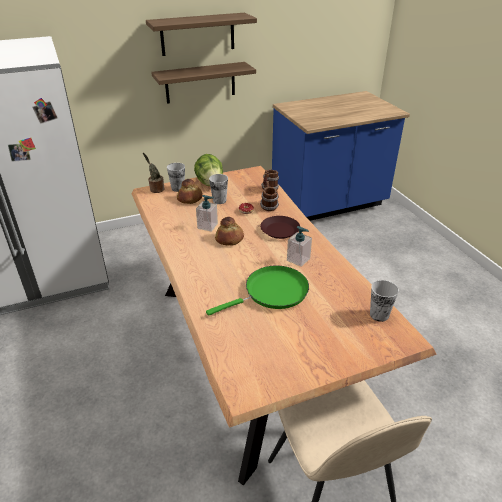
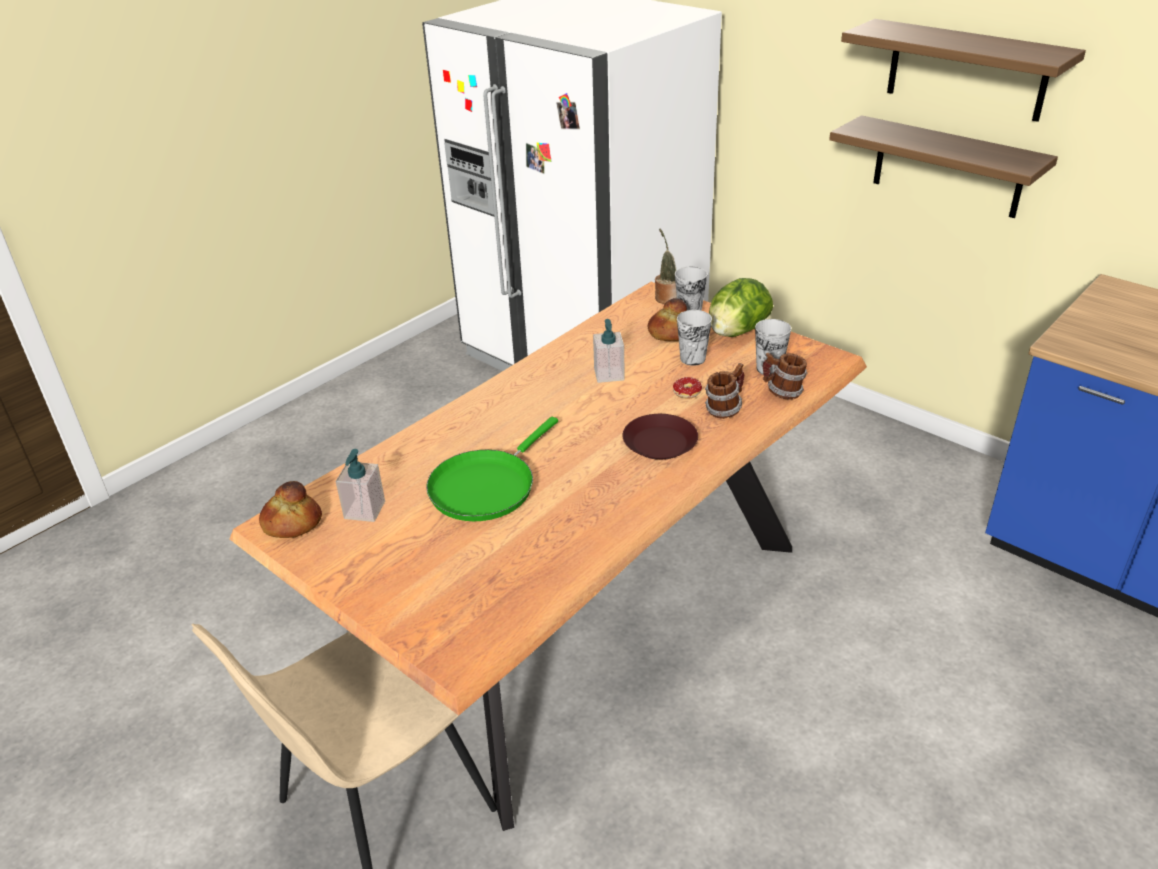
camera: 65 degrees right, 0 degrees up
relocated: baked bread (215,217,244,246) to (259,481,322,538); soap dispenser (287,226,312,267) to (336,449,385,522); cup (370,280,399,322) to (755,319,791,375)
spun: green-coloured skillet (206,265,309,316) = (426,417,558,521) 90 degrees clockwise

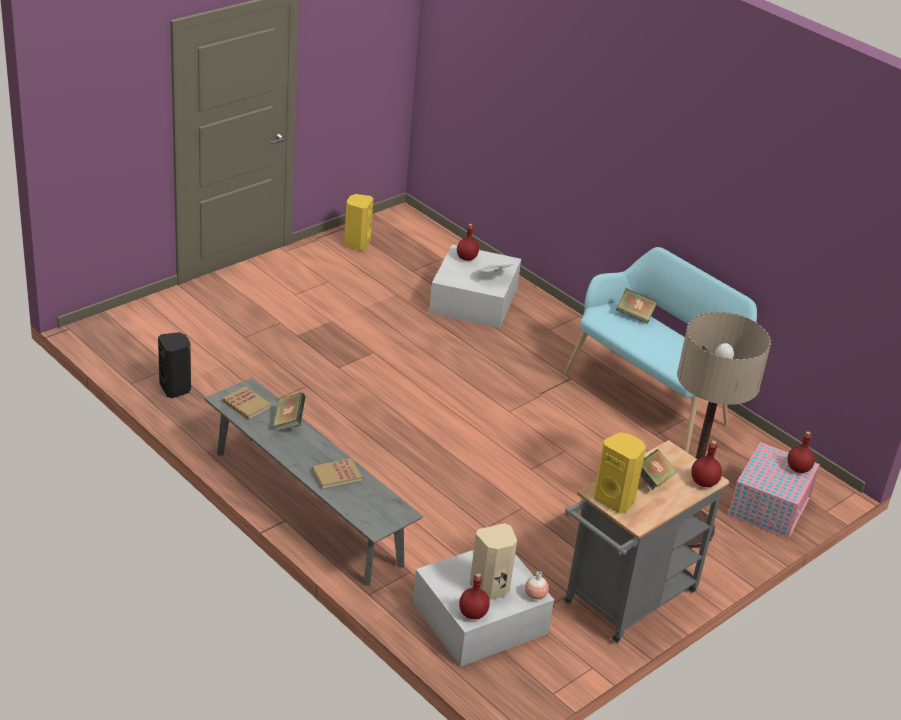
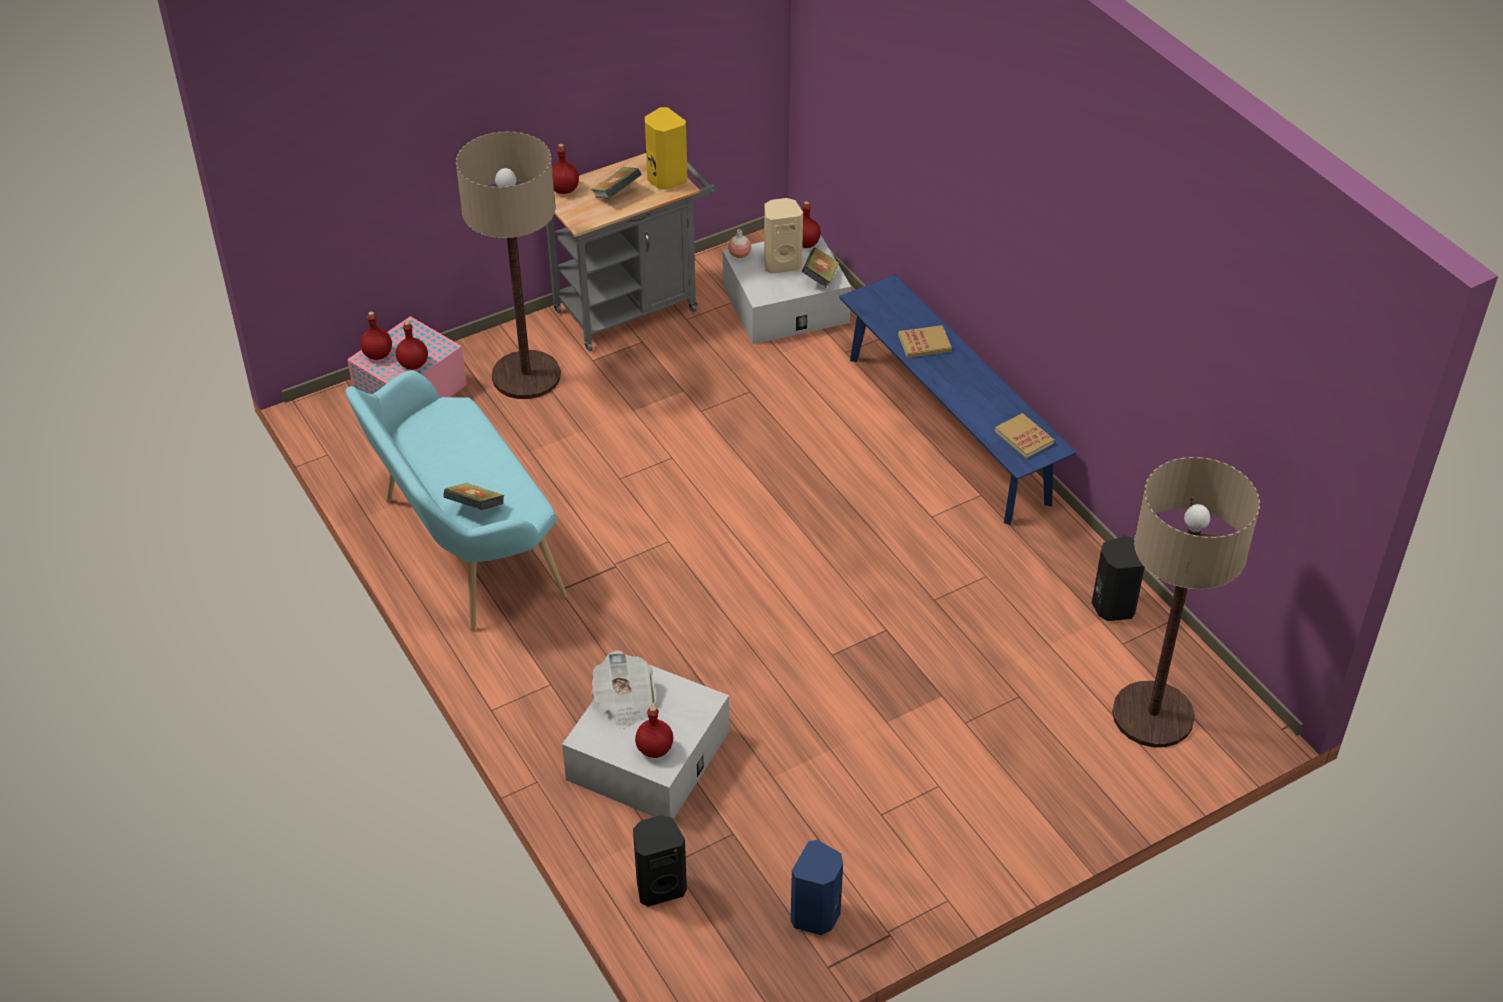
camera: 165 degrees left, 10 degrees up
appeared: reddish beverage bottle (396,321,428,370); blackish loudspeaker (633,815,687,907); standing lamp (1112,457,1260,747)
relocated: volume (273,393,305,432) to (802,247,839,288)
colour: grey long seat (205,378,423,586) to blue long seat (839,275,1076,525); yellow-coloured loudspeaker (344,194,374,251) to blue loudspeaker (791,840,843,935)

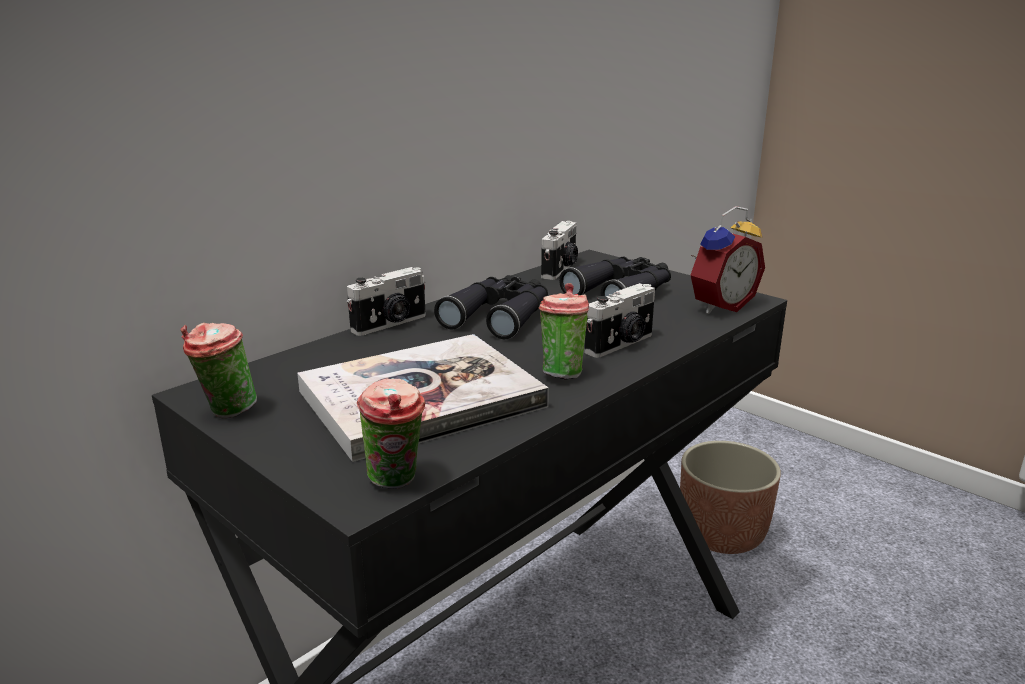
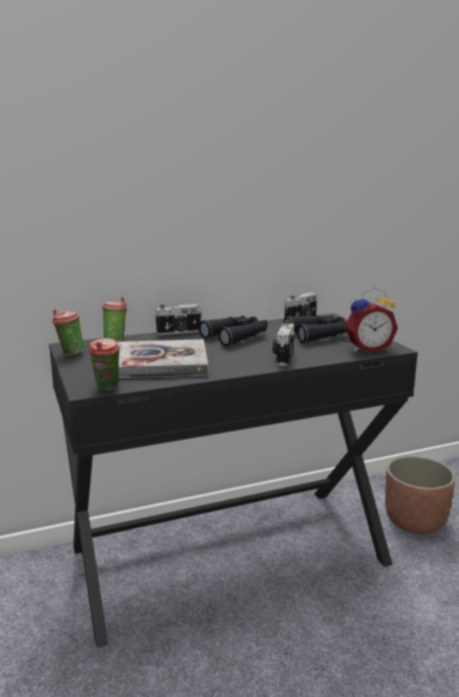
camera: 25 degrees right, 5 degrees down
relocated: cup (539,283,589,380) to (102,297,127,342)
spun: still camera (585,283,655,358) = (272,320,295,366) 120 degrees clockwise

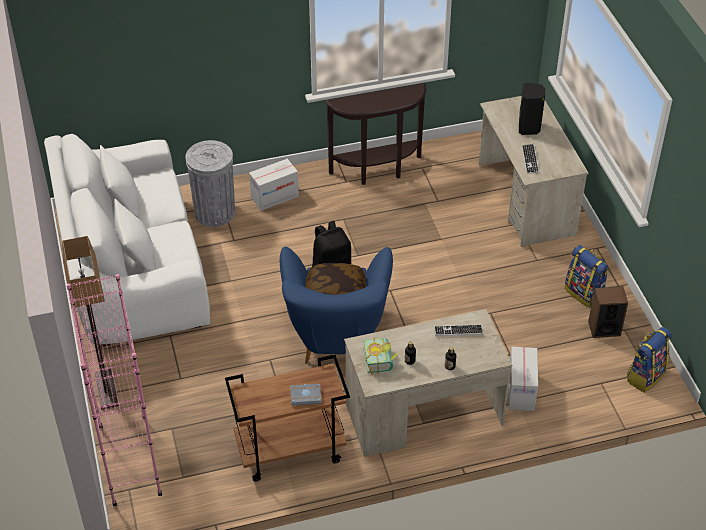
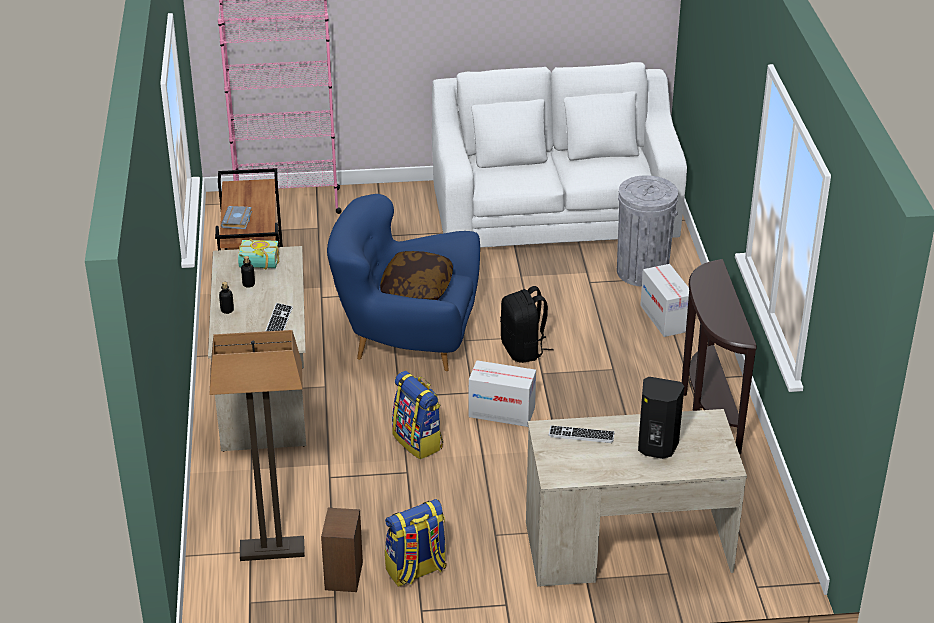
camera: 100 degrees right, 10 degrees down
relocated: standing lamp (62,236,119,410) to (209,330,305,561); cardboard box (508,347,538,411) to (469,360,536,427); backpack (627,327,672,393) to (392,371,443,459)

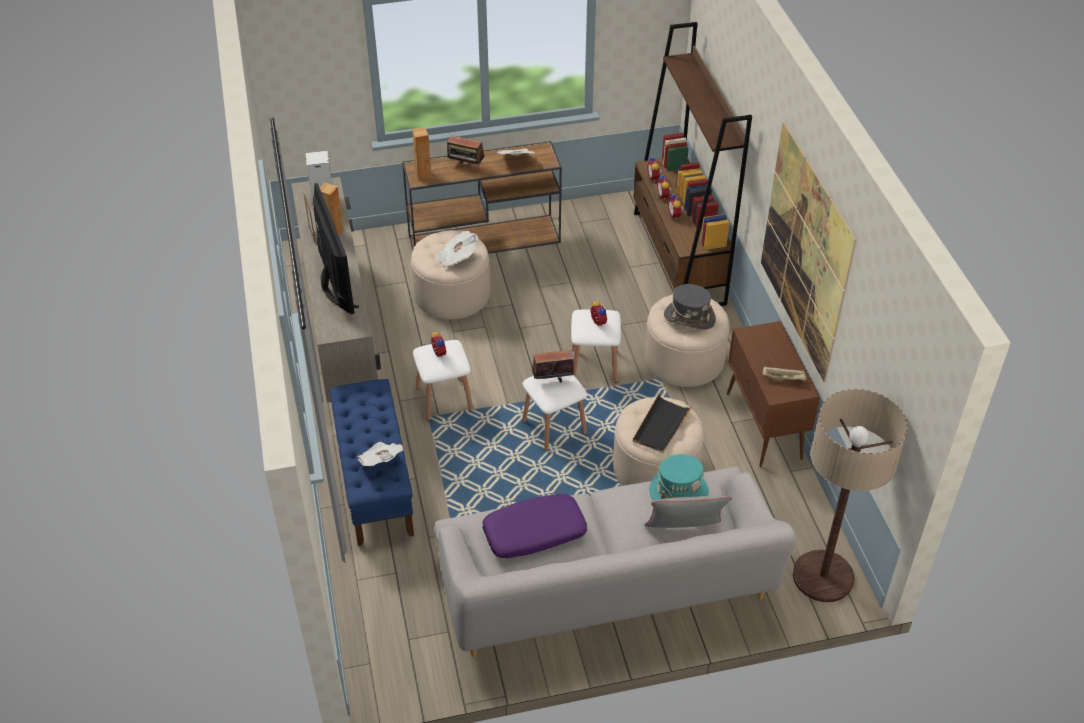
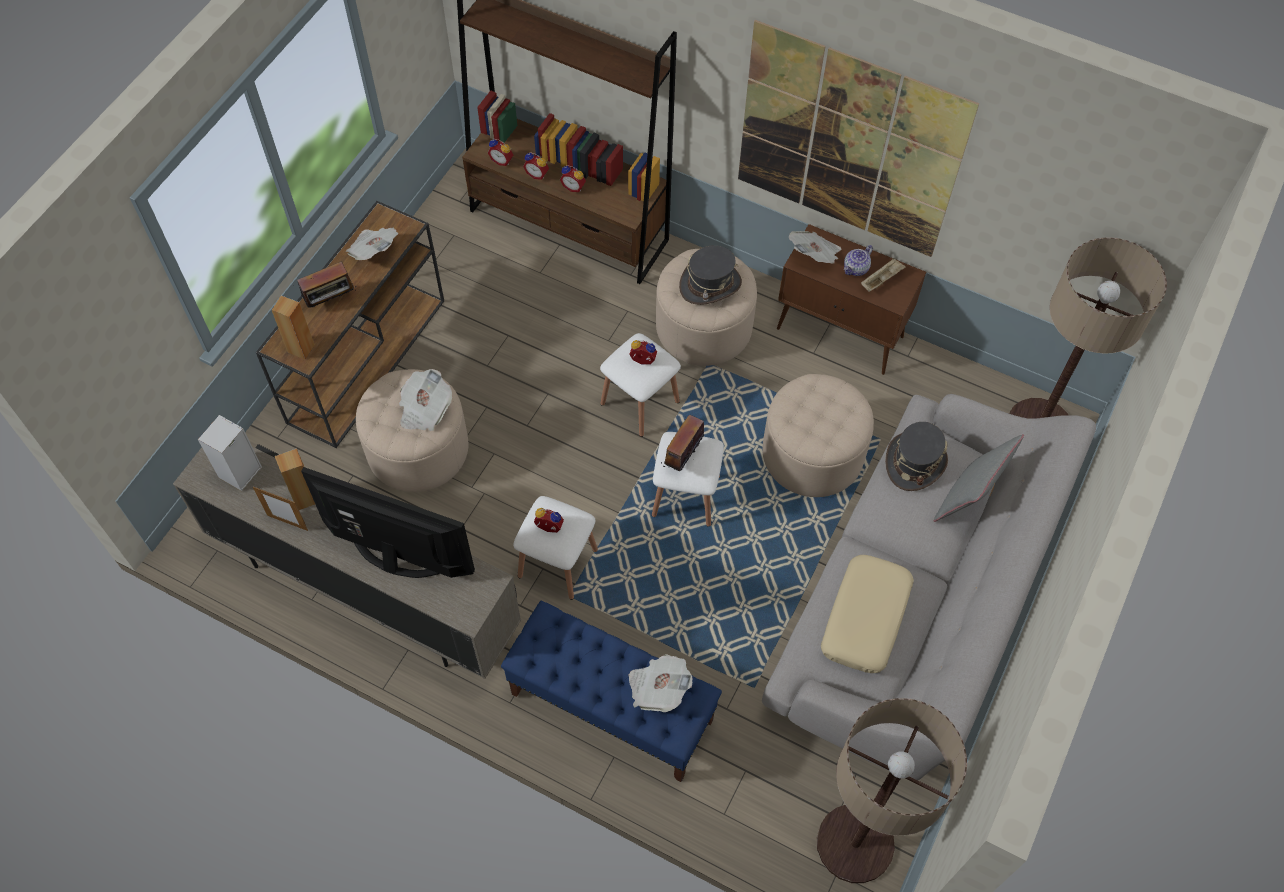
camera: 50 degrees left, 15 degrees up
missing: blackish carrying tray (633,394,693,454)
appeared: newspaper (789,231,842,264); standing lamp (817,698,967,883); pot for tea (844,245,873,276)
colour: purplish throw pillow (482,494,587,558) to beige throw pillow (821,555,914,673); turquoise-coloured clothing hat (649,454,709,501) to grey clothing hat (885,422,948,491)

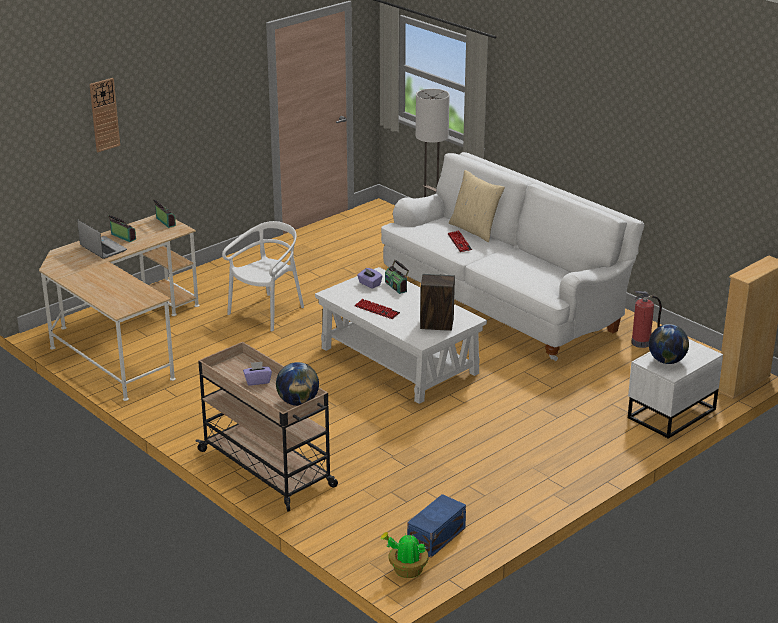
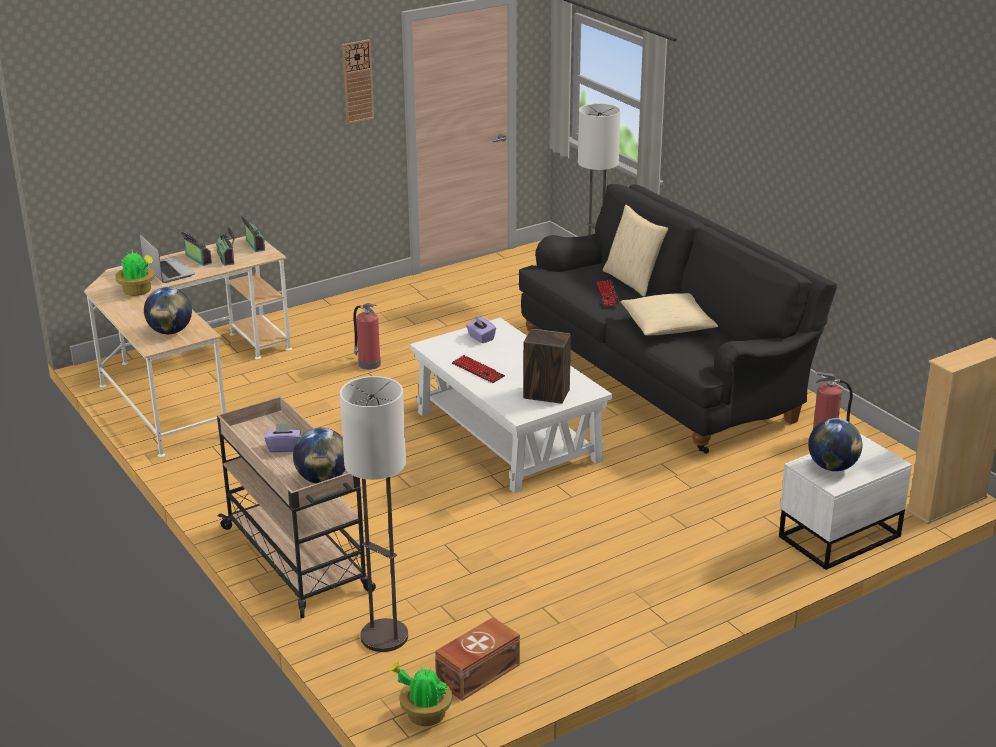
camera: 10 degrees right, 0 degrees up
appeared: plant in a pot (115,250,155,296); world globe (144,287,192,334); standing lamp (340,376,408,652); beige throw pillow (620,293,718,336)
relocated: wall clock (90,78,120,152) to (342,39,374,124); radio receiver (385,260,409,294) to (216,226,235,266)
exchanged: white-coloured plain chair (222,221,304,331) to extinguisher (353,303,381,370)
colour: white-coloured couch (381,152,644,361) to blackish couch (519,184,837,454); blue storage container (407,494,466,558) to brown storage container (435,617,520,701)

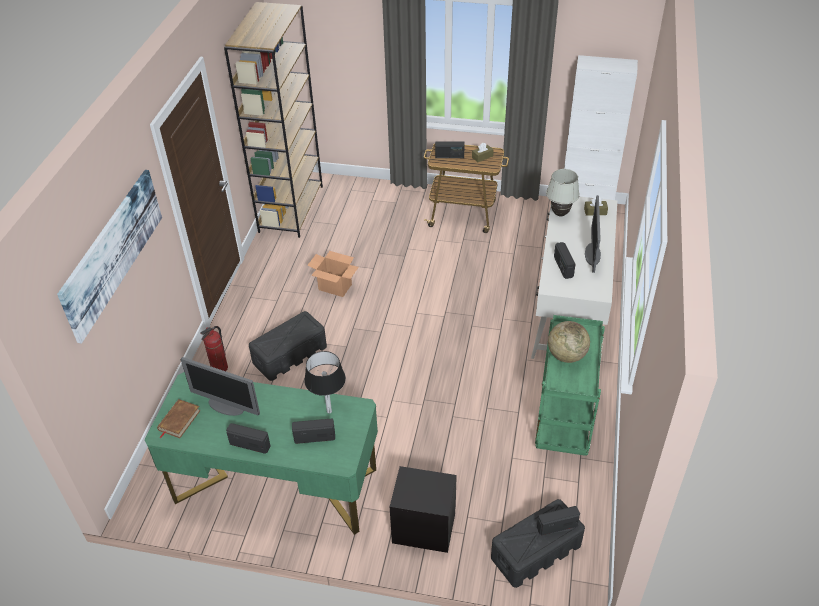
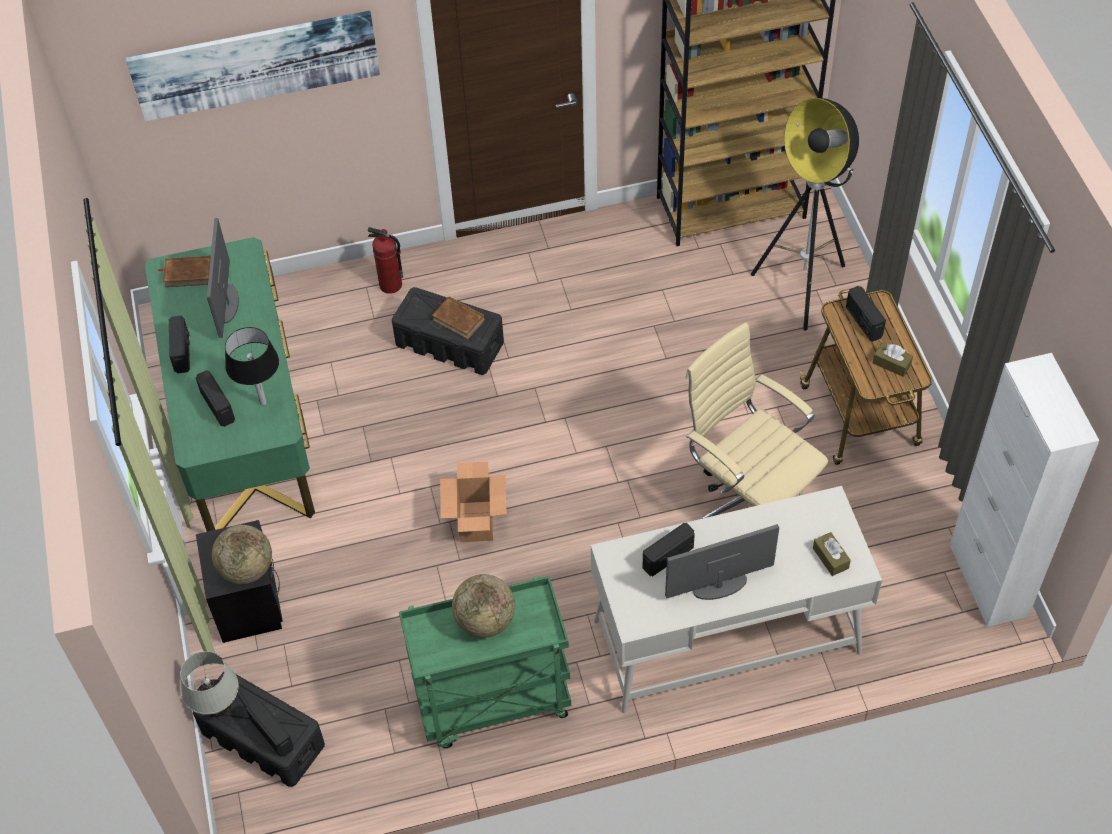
camera: 65 degrees right, 10 degrees up
appeared: world globe (212,525,272,584); brown volume (431,297,486,340); beige office chair (685,322,828,519); standing lamp (751,98,859,331)
relocated: cardboard box (307,251,359,297) to (440,462,507,542); white-coloured lamp for a table (546,169,580,216) to (180,651,239,717)

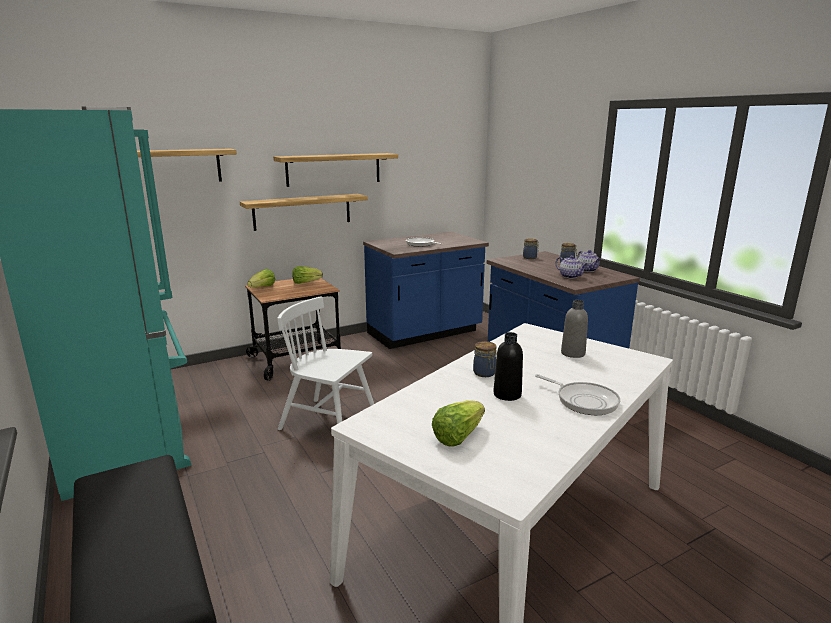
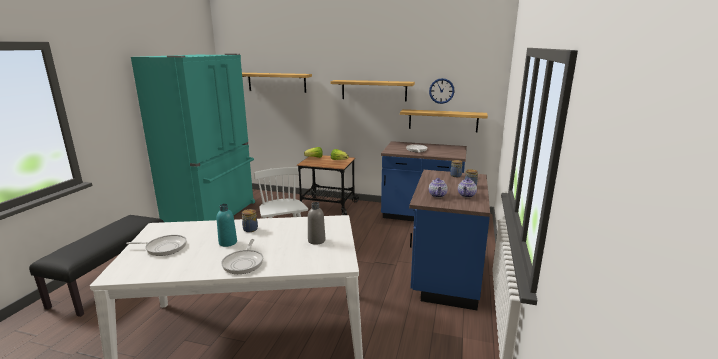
camera: 45 degrees right, 0 degrees up
appeared: wall clock (429,78,455,104)
relocated: shelf (240,194,368,231) to (400,109,488,132)
exchanged: lettuce (432,400,485,446) to skillet (126,235,187,256)
colour: blackish beverage bottle (493,332,523,401) to turquoise-coloured beverage bottle (217,204,237,247)

